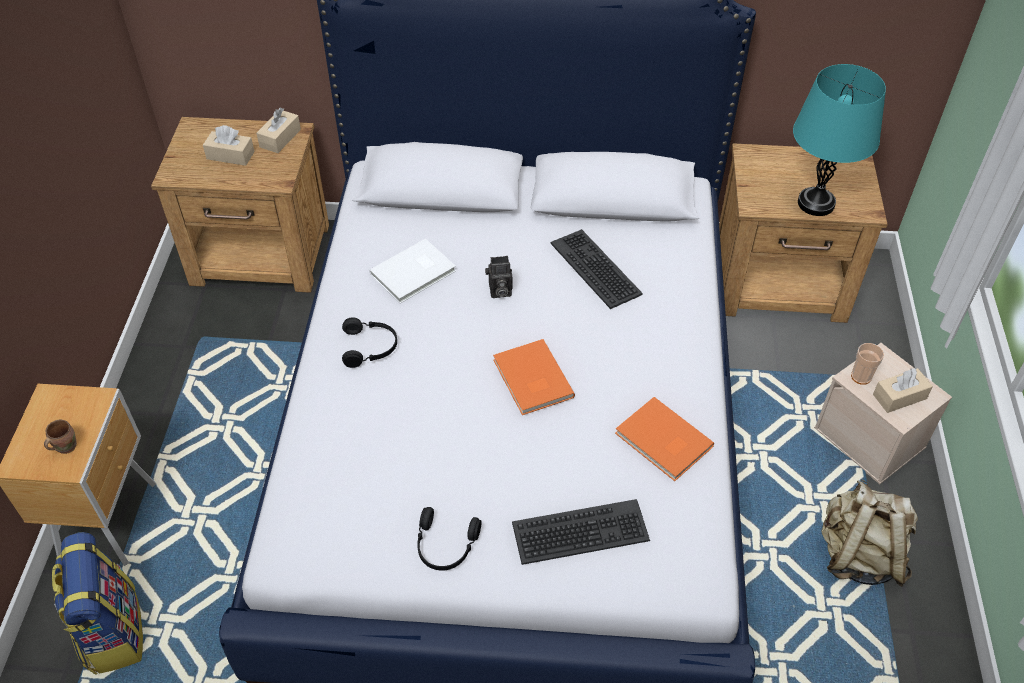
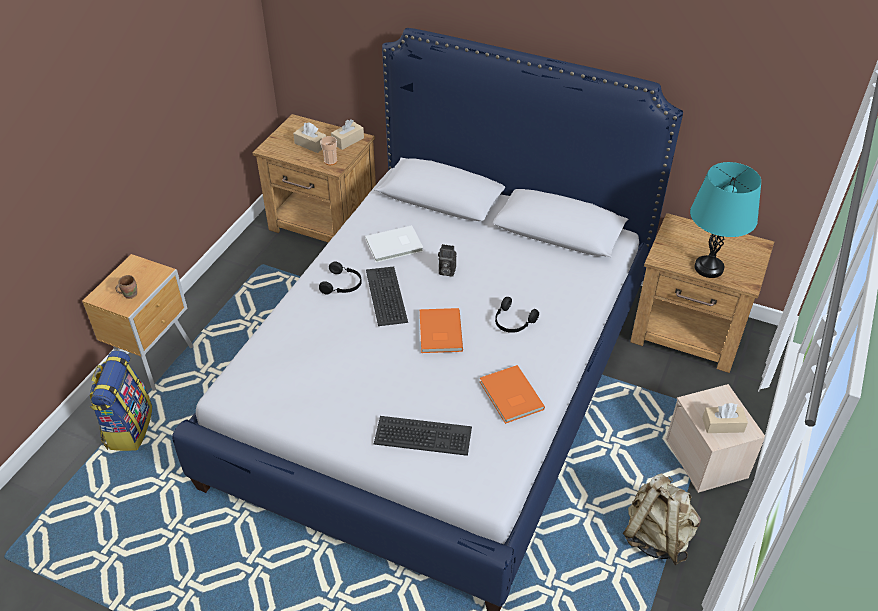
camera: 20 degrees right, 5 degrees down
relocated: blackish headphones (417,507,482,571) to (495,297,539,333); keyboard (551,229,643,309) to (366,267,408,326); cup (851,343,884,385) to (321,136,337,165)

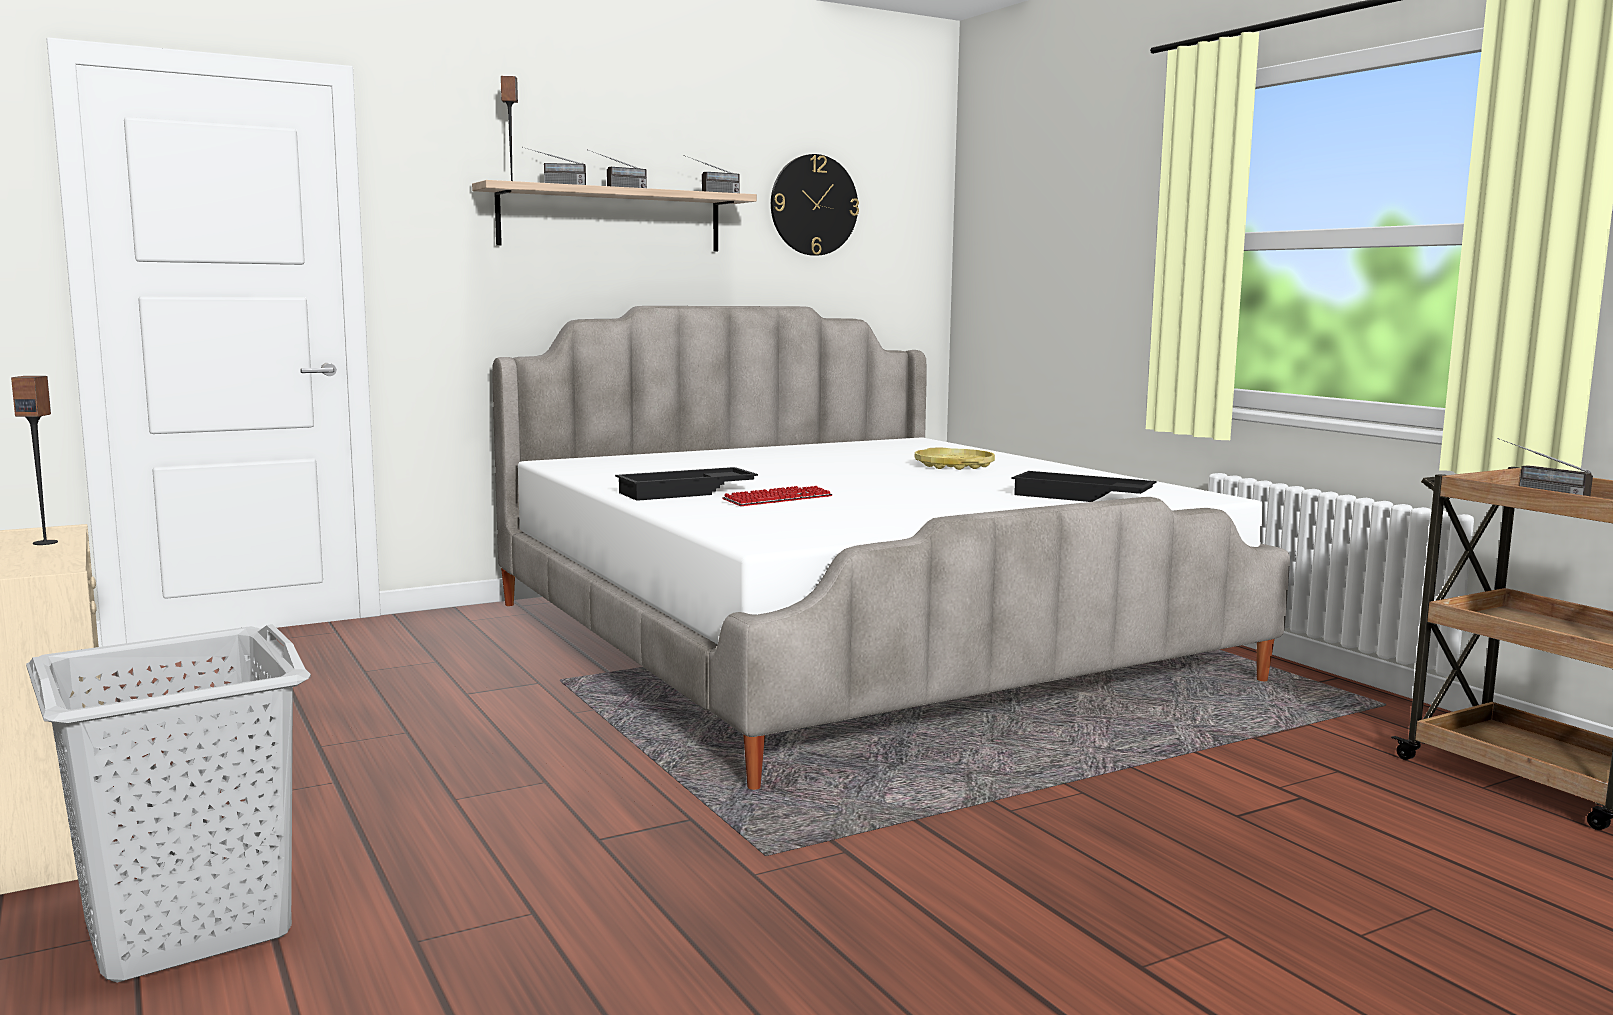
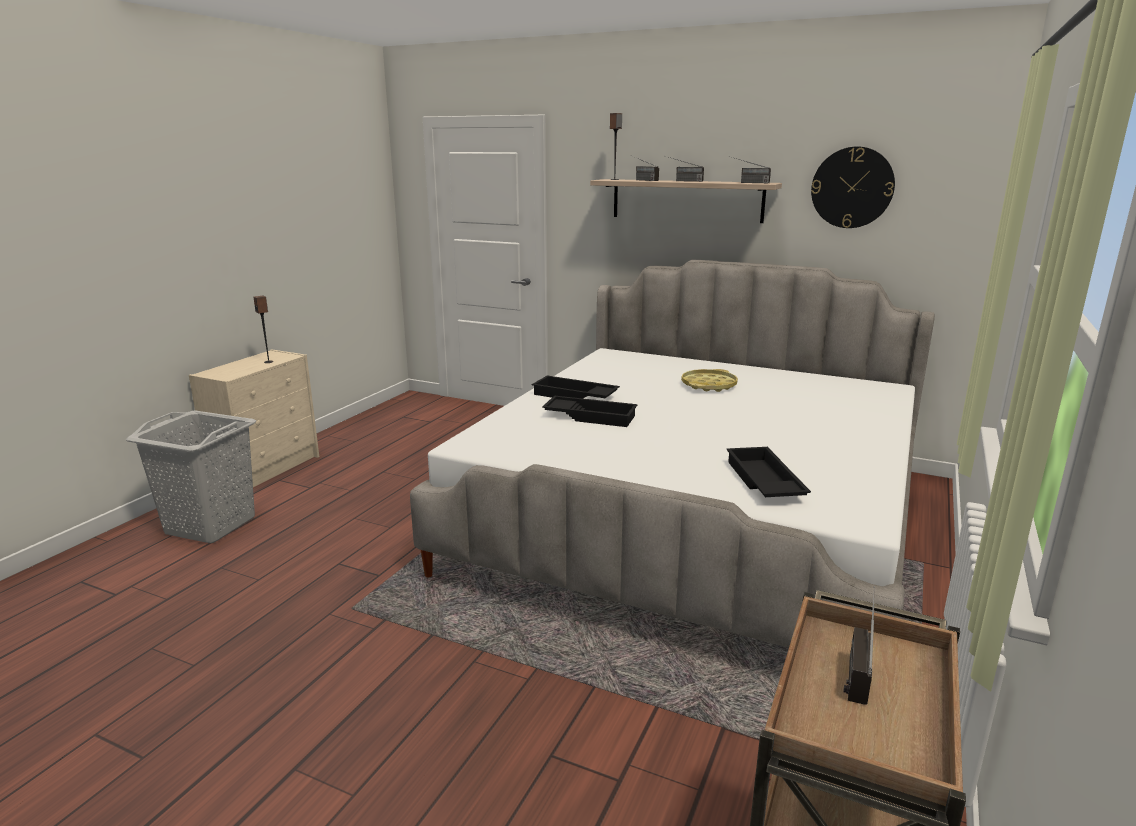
camera: 55 degrees right, 10 degrees up
relocated: yellow-coloured carrying tray (915,448,995,470) to (681,369,738,392)
exchanged: keyboard (722,486,833,506) to blackish carrying tray (542,396,637,427)

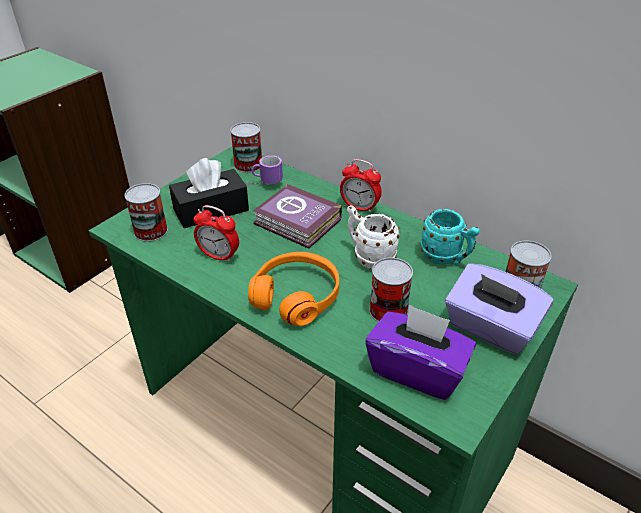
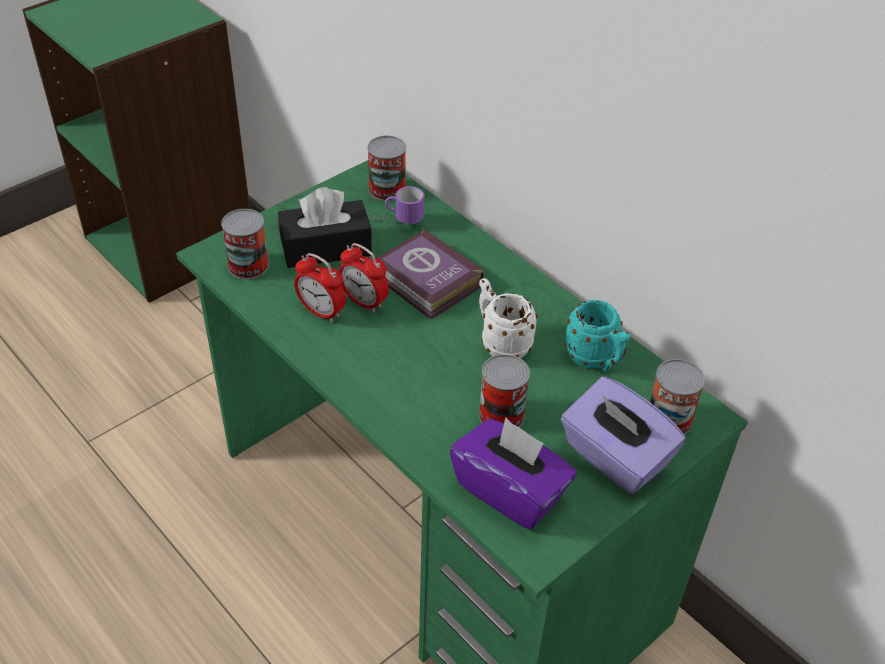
camera: 10 degrees right, 5 degrees up
missing: orangey headphones (248,252,339,326)
relocated: alarm clock (340,159,382,213) to (339,243,389,313)

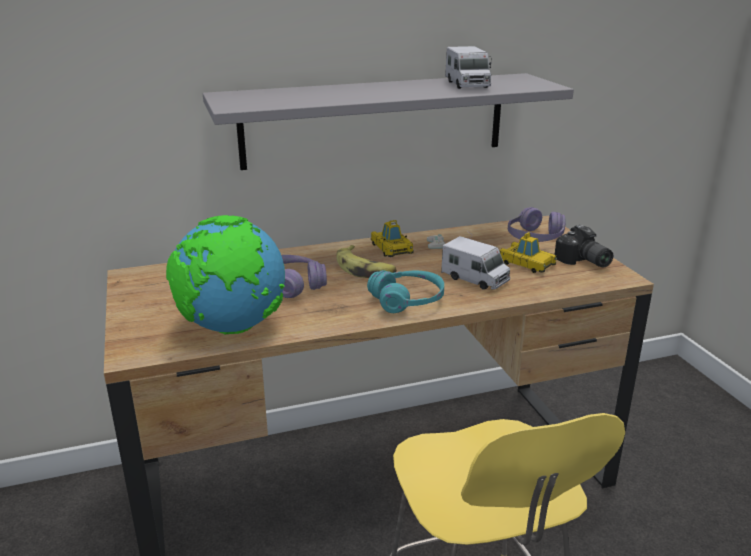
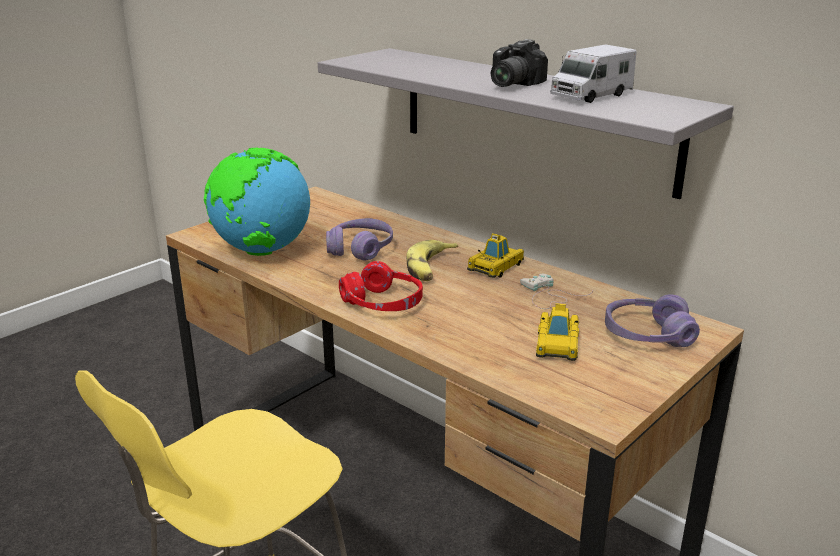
camera: 60 degrees right, 0 degrees up
missing: model truck (441,236,510,290)
relocated: still camera (555,225,613,267) to (491,39,548,87)
colour: turquoise-coloured headphones (367,270,444,313) to reddish headphones (339,261,423,311)

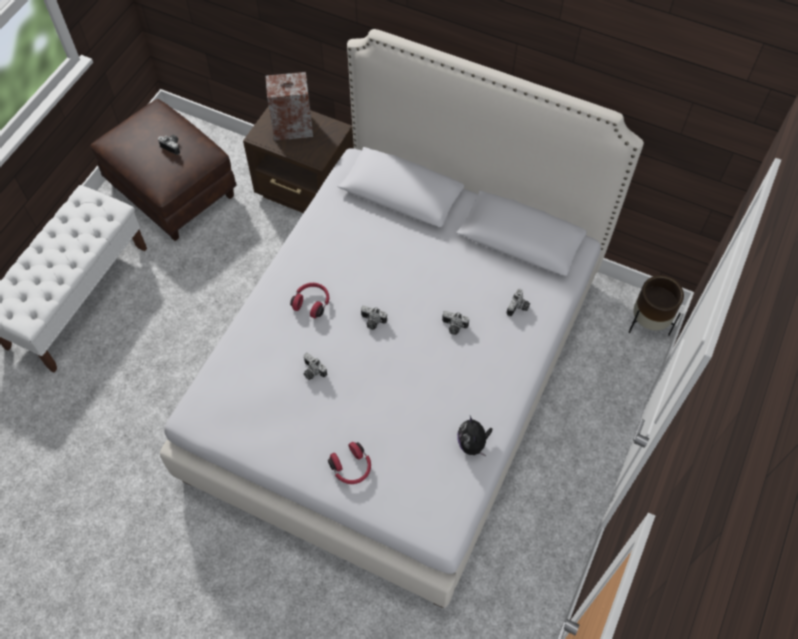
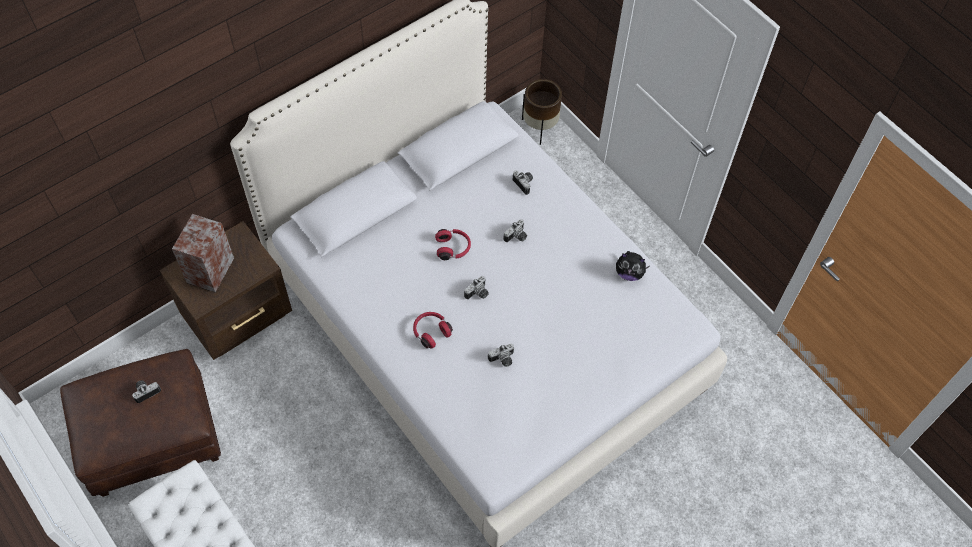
camera: 65 degrees left, 0 degrees up
relocated: reddish headphones (328,442,371,484) to (435,229,471,260)

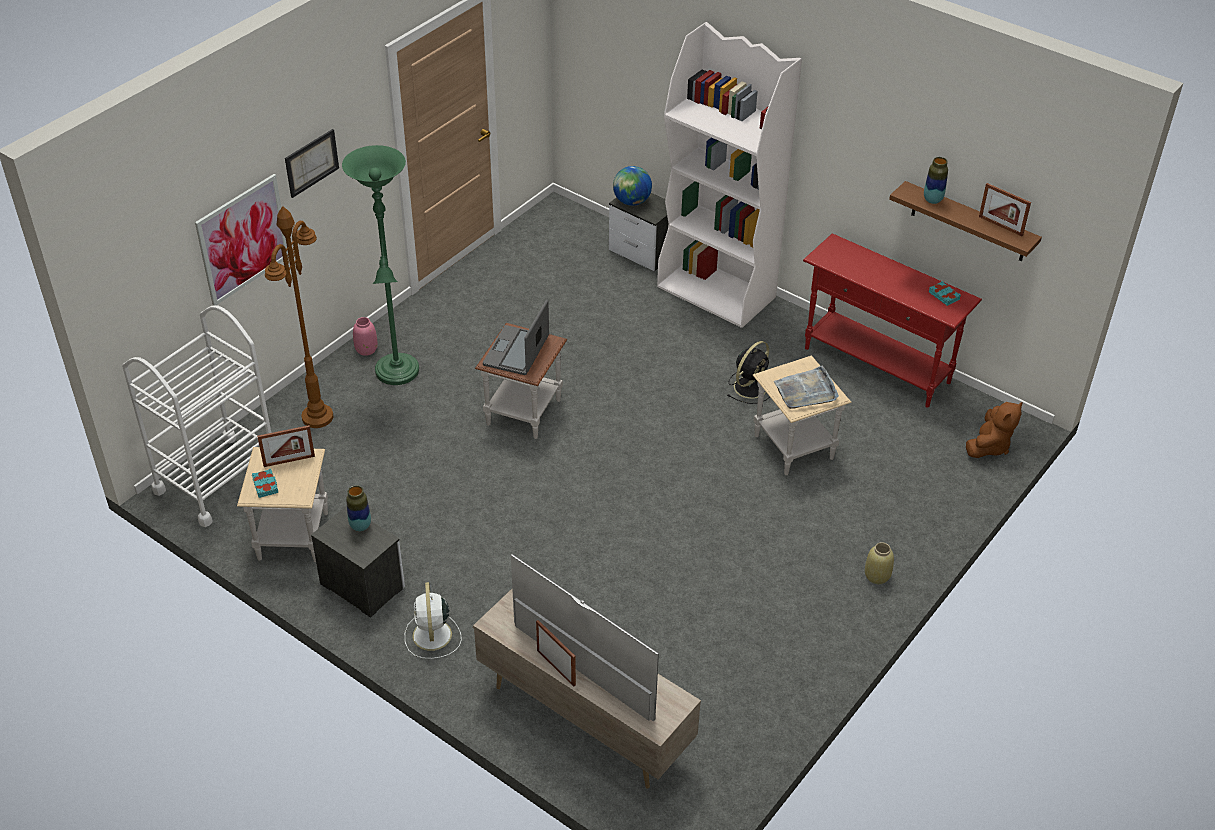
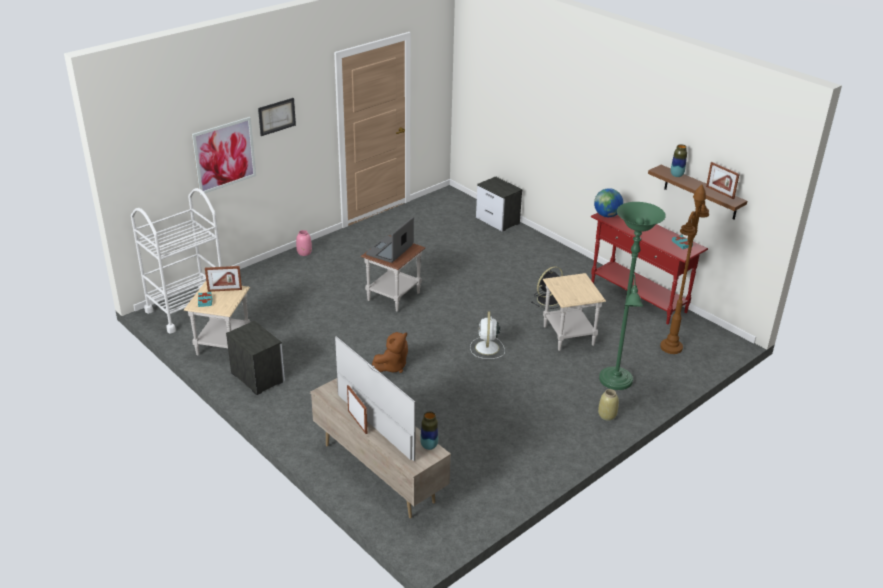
camera: 10 degrees right, 10 degrees down
missing: white-coloured bookcase (657,22,802,328); grey carrying tray (774,366,839,409)
relocated: brown standing lamp (265,206,333,428) to (660,185,709,354); green-coloured standing lamp (342,145,419,385) to (599,202,666,390); flower vase (346,485,371,531) to (420,411,438,450); white-coloured electric fan (405,582,462,659) to (470,311,505,359); world globe (613,166,652,206) to (594,188,623,217); brown soft toy (966,402,1022,458) to (372,332,408,373)

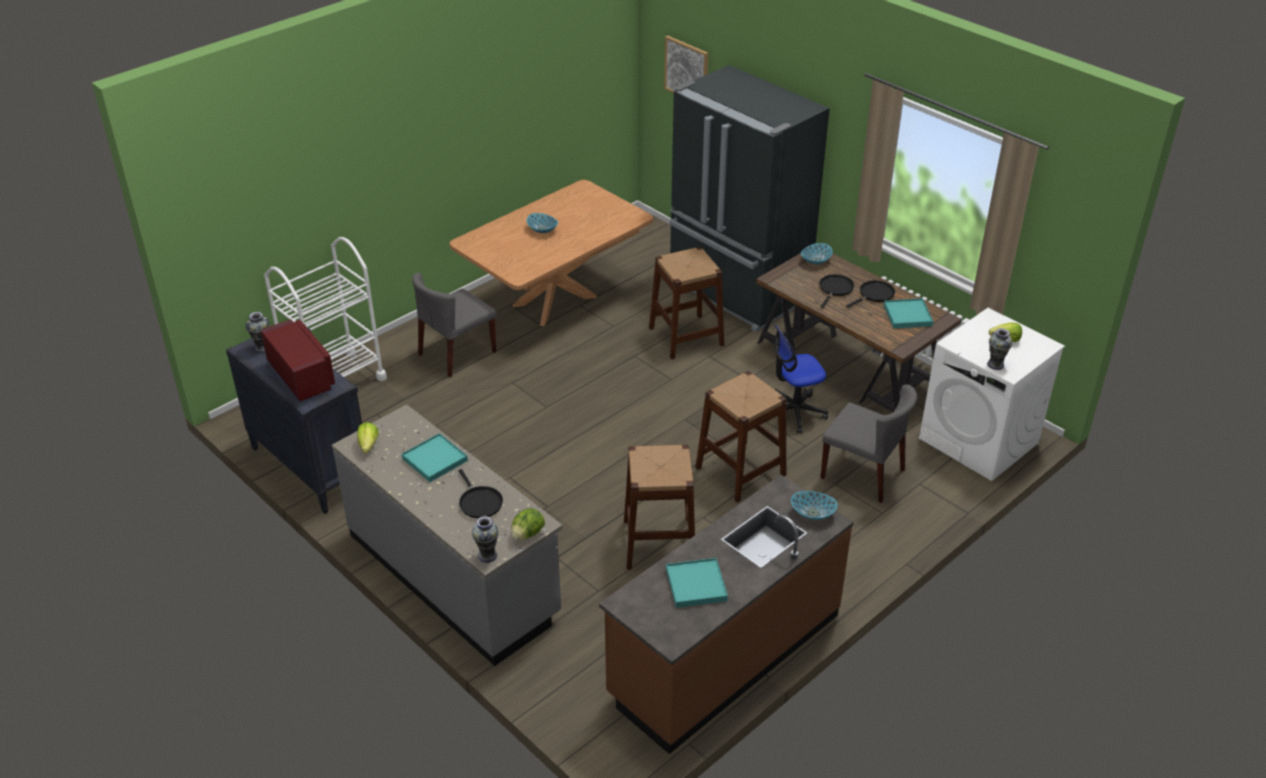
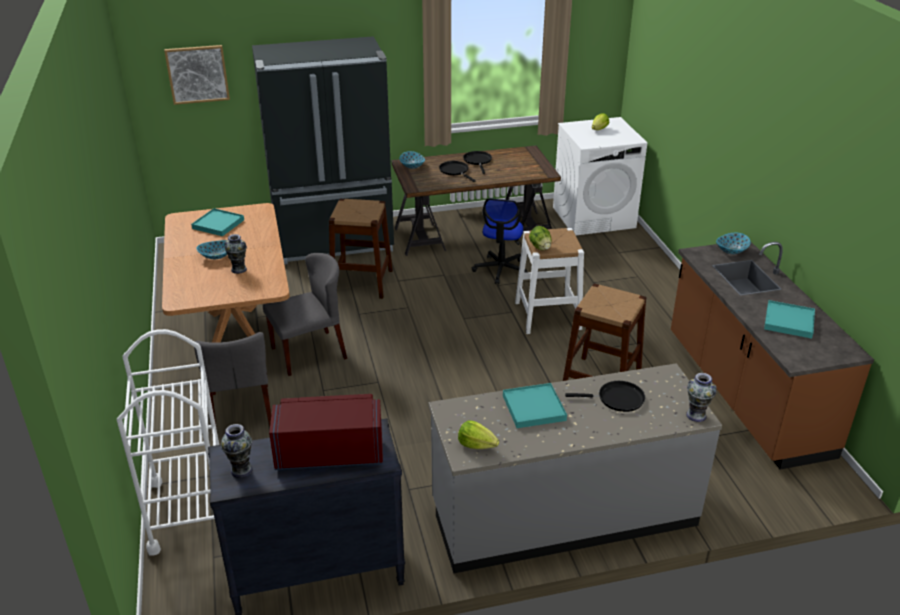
camera: 60 degrees left, 5 degrees down
relocated: lettuce (511,508,545,540) to (529,226,552,250); grey plain chair (821,385,917,503) to (263,253,347,376); turquoise-coloured carrying tray (884,298,933,328) to (191,208,244,236); flower vase (987,328,1012,370) to (224,234,247,274)
colour: brown sitting stool (695,371,787,503) to white-coloured sitting stool (515,228,584,334)

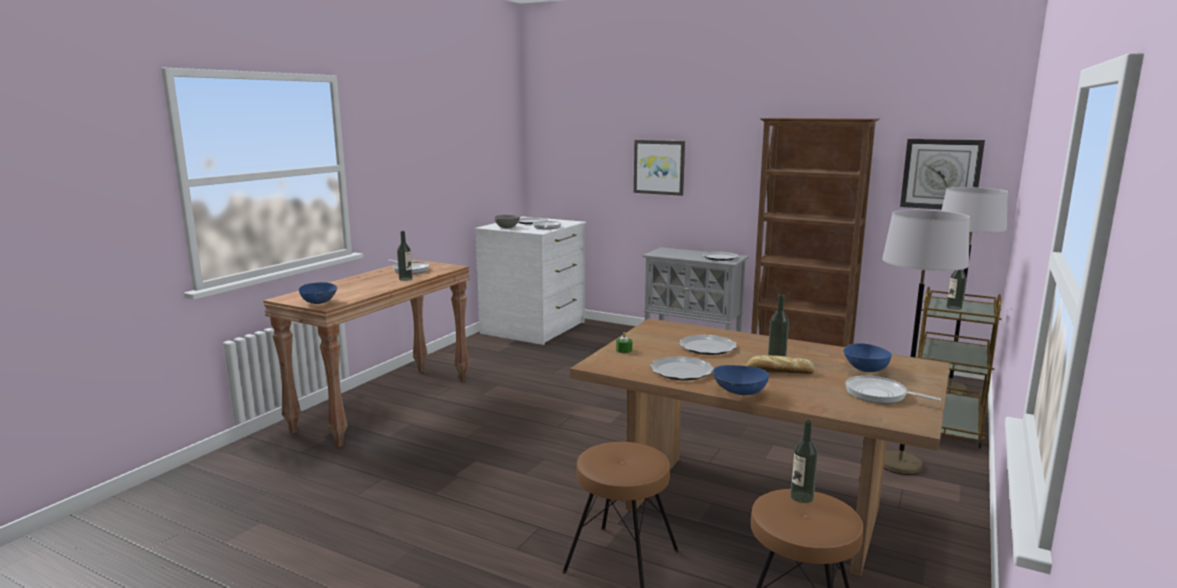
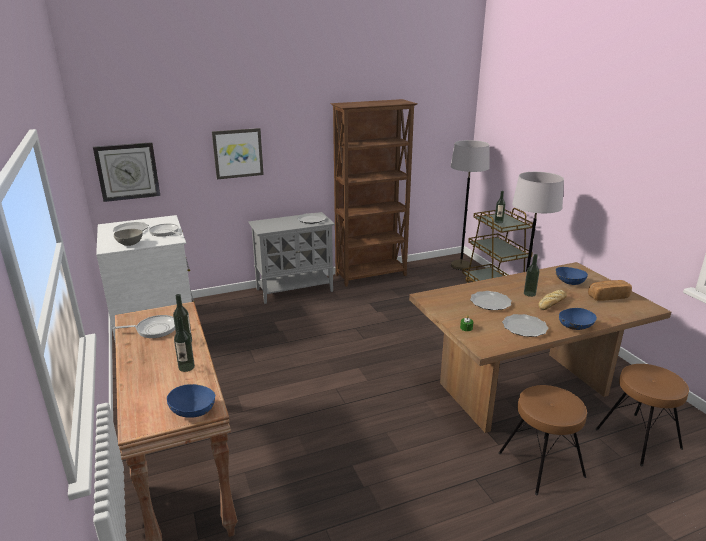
camera: 50 degrees left, 10 degrees up
relocated: beverage bottle (790,420,818,503) to (174,317,195,372); wall clock (900,139,985,209) to (93,142,160,202)
exchanged: skillet (846,376,941,403) to baked bread (588,280,632,301)

